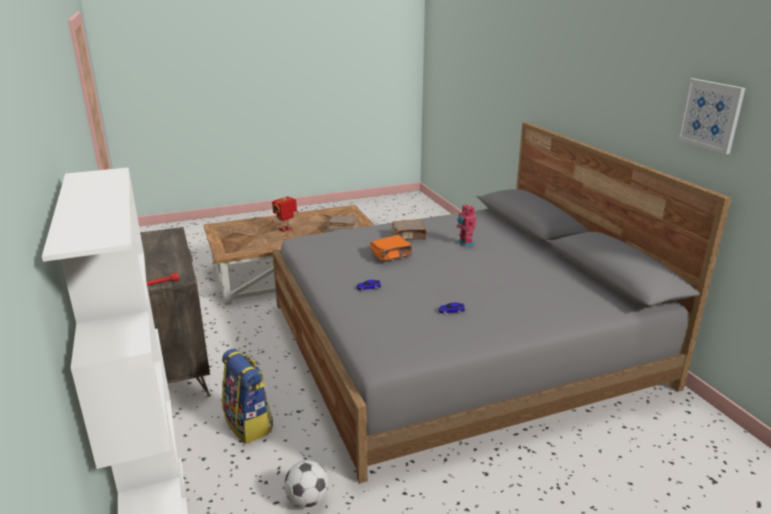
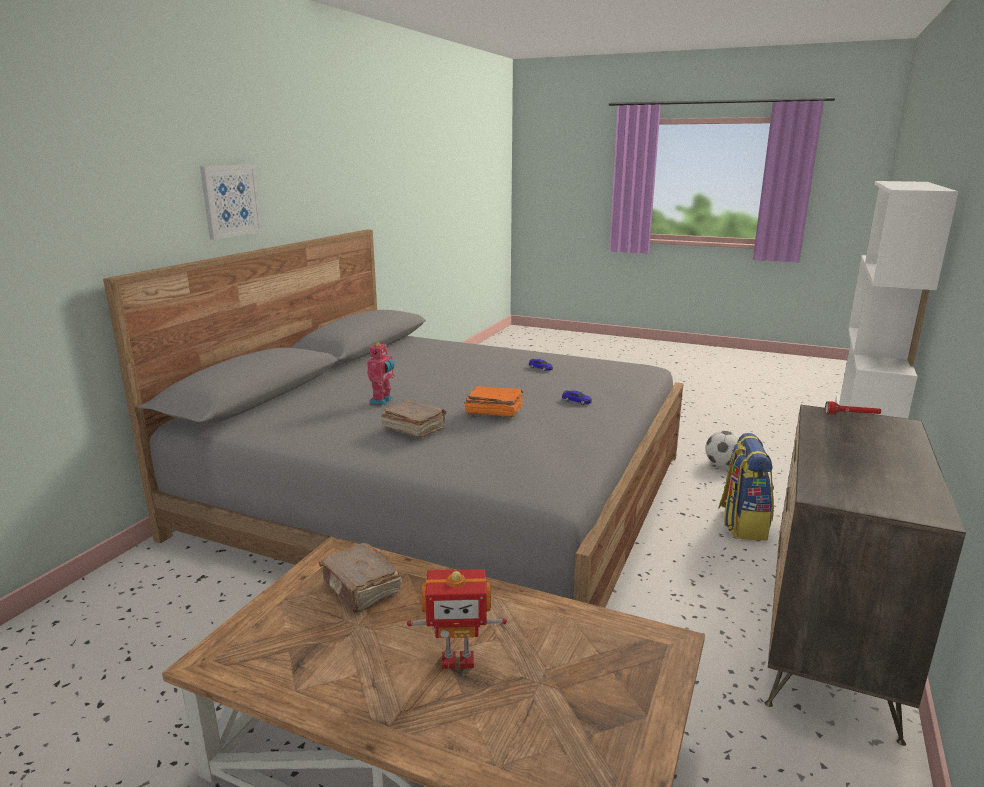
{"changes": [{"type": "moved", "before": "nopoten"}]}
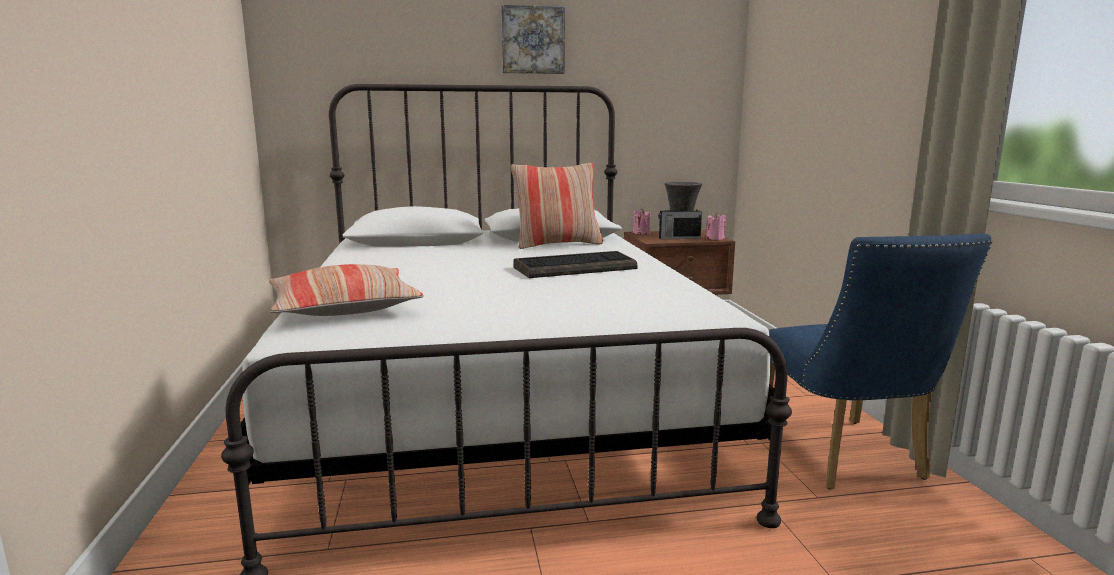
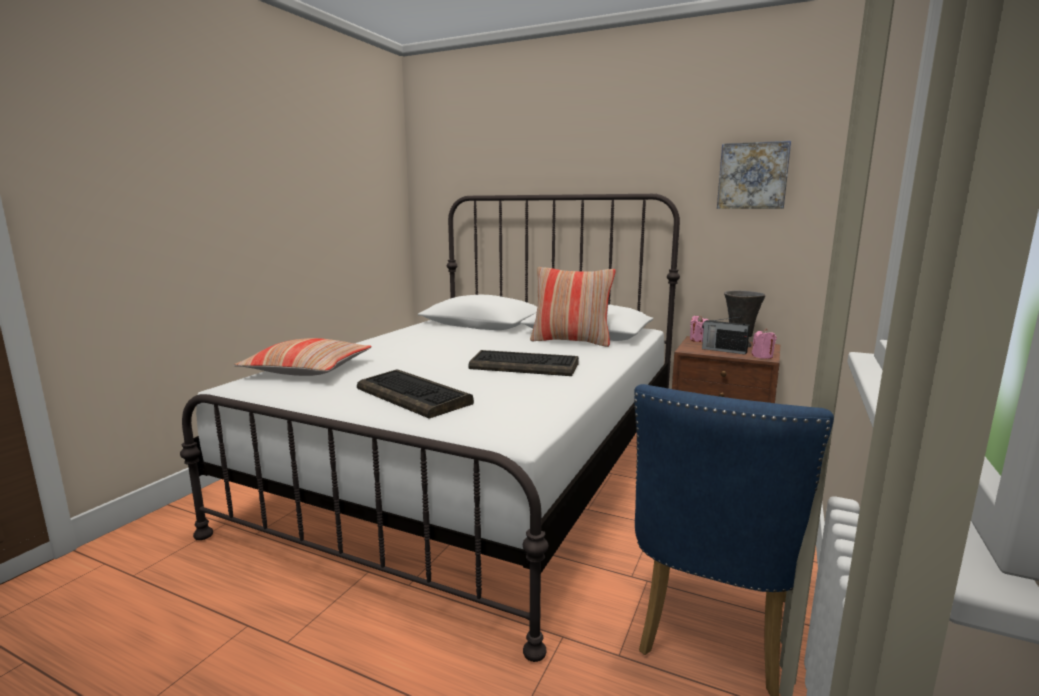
{"changes": [{"type": "added", "after": "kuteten (1st from left)"}, {"type": "moved", "before": "nopoten"}]}
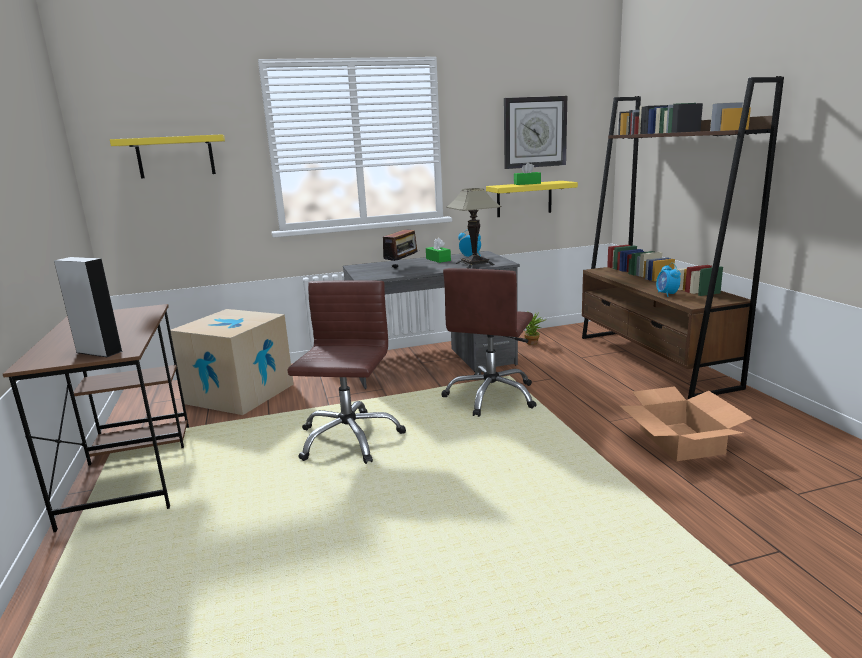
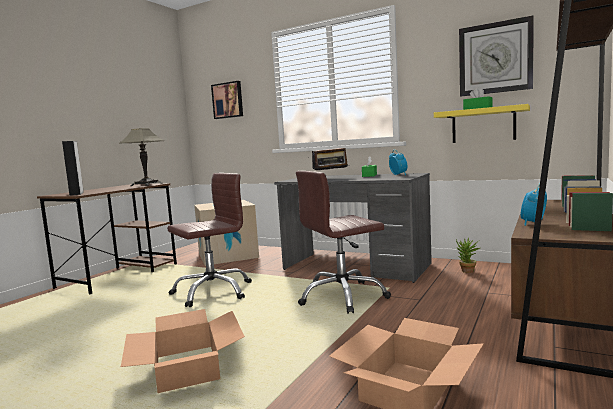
{"changes": [{"type": "moved", "before": "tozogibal"}, {"type": "added", "after": "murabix (1st from left)"}, {"type": "replaced", "before": "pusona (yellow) (1st from left)", "after": "nopoten"}]}
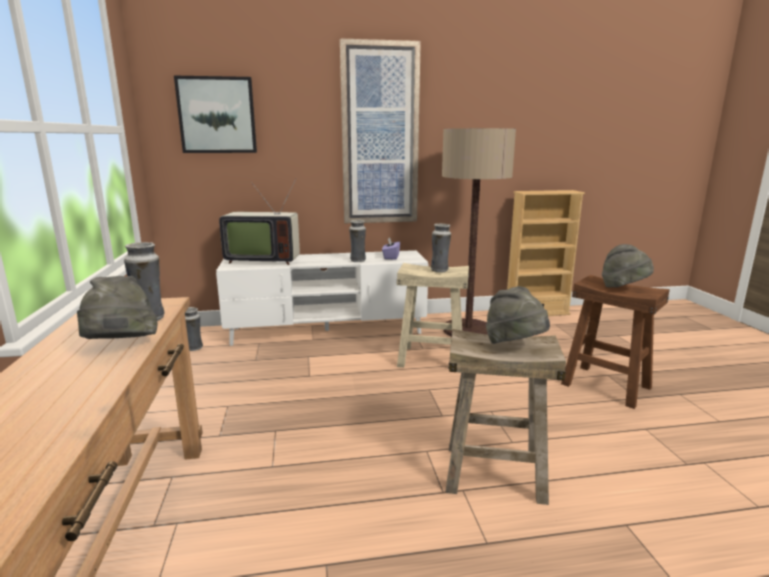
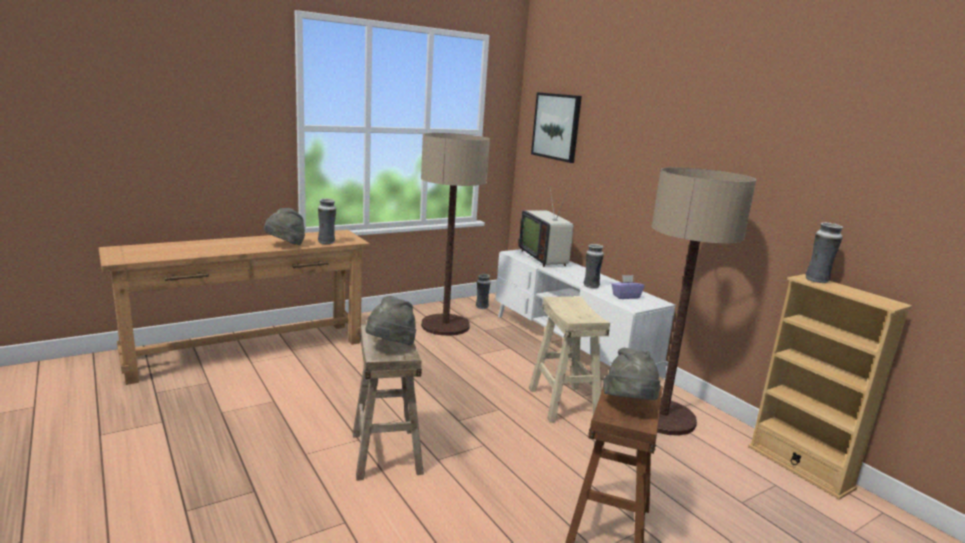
{"changes": [{"type": "added", "after": "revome (1st from left)"}, {"type": "moved", "before": "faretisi (4th from left)"}, {"type": "removed", "before": "nopoten (2nd from left)"}]}
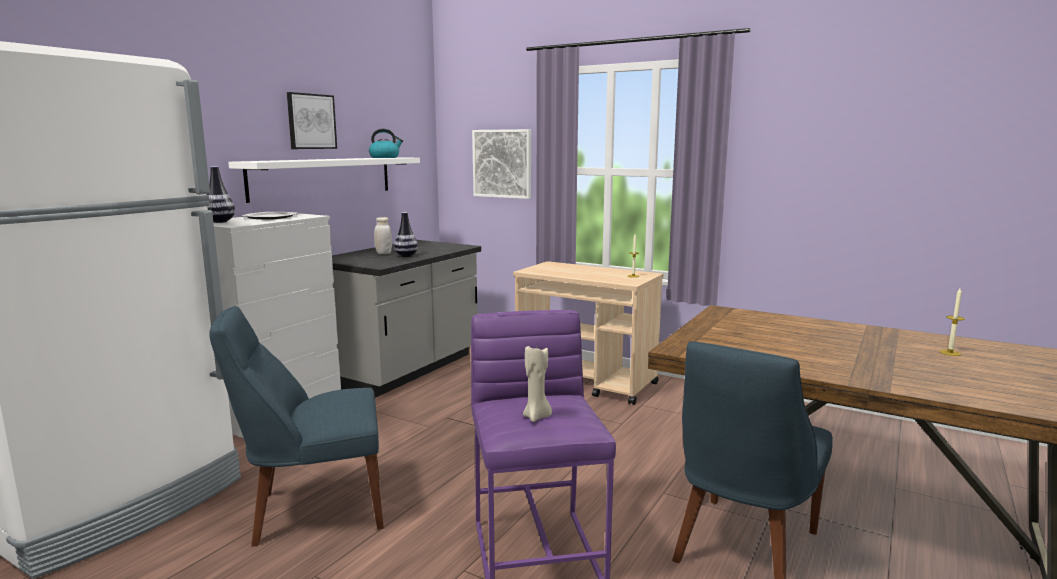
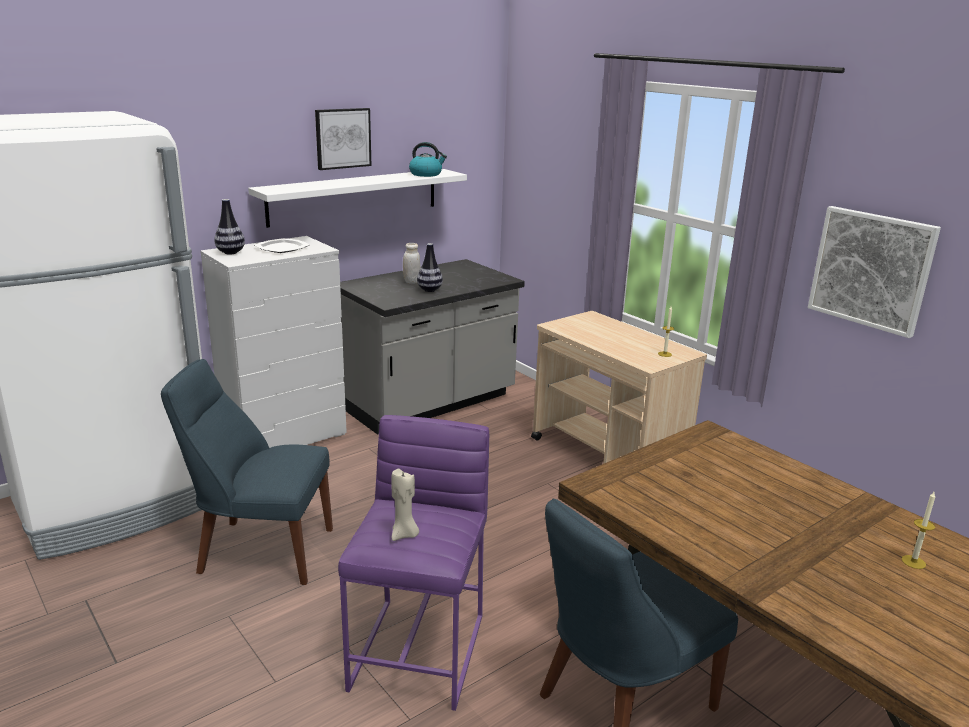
{"changes": [{"type": "moved", "before": "nopoten (2nd from left)"}]}
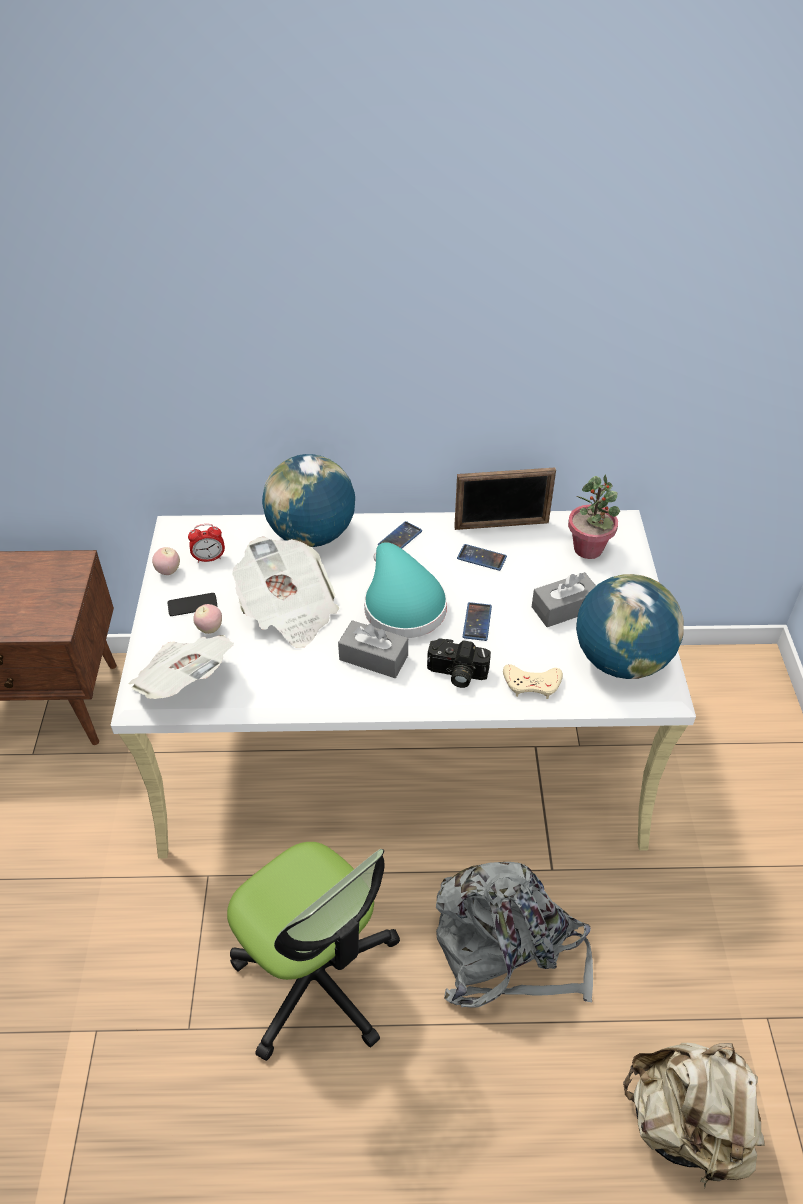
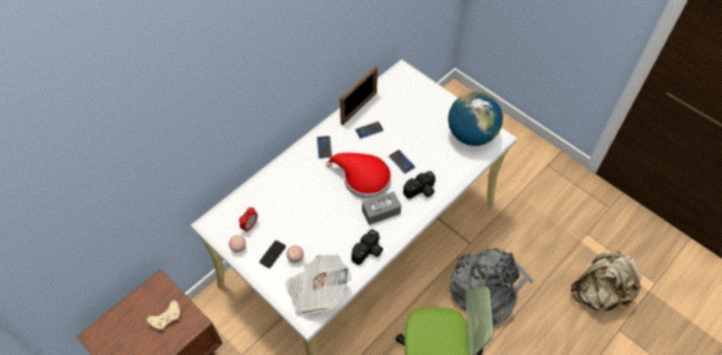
{"changes": [{"type": "moved", "before": "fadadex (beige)"}, {"type": "recoloured", "before": "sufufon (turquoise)", "after": "sufufon (red)"}, {"type": "added", "after": "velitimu (1st from left)"}, {"type": "removed", "before": "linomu (2nd from left)"}, {"type": "removed", "before": "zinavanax (1st from left)"}, {"type": "removed", "before": "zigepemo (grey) (2nd from left)"}, {"type": "removed", "before": "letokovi"}]}
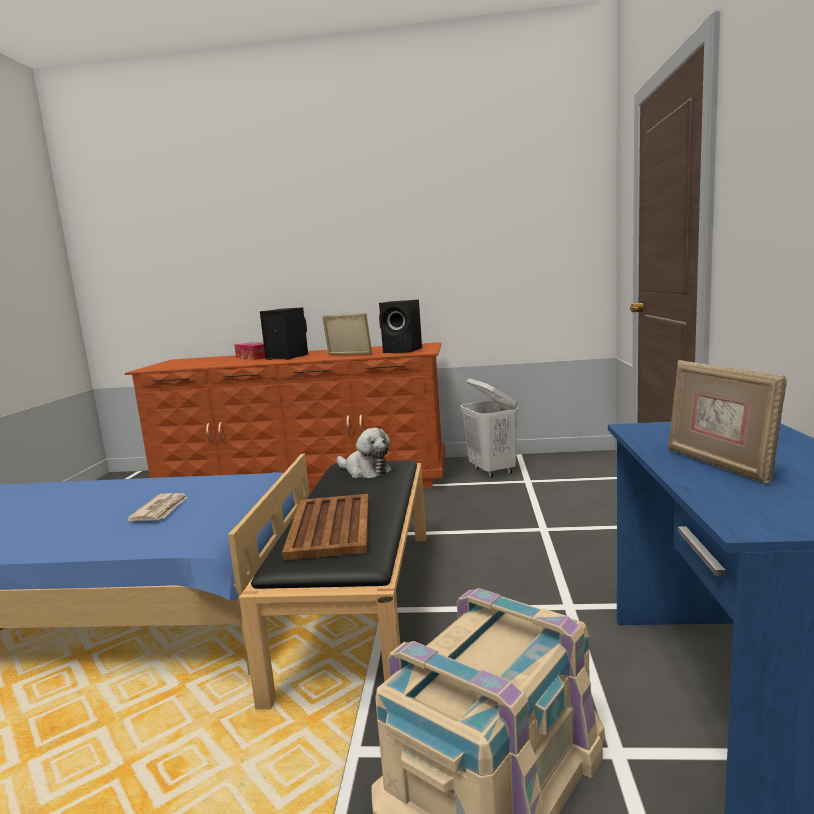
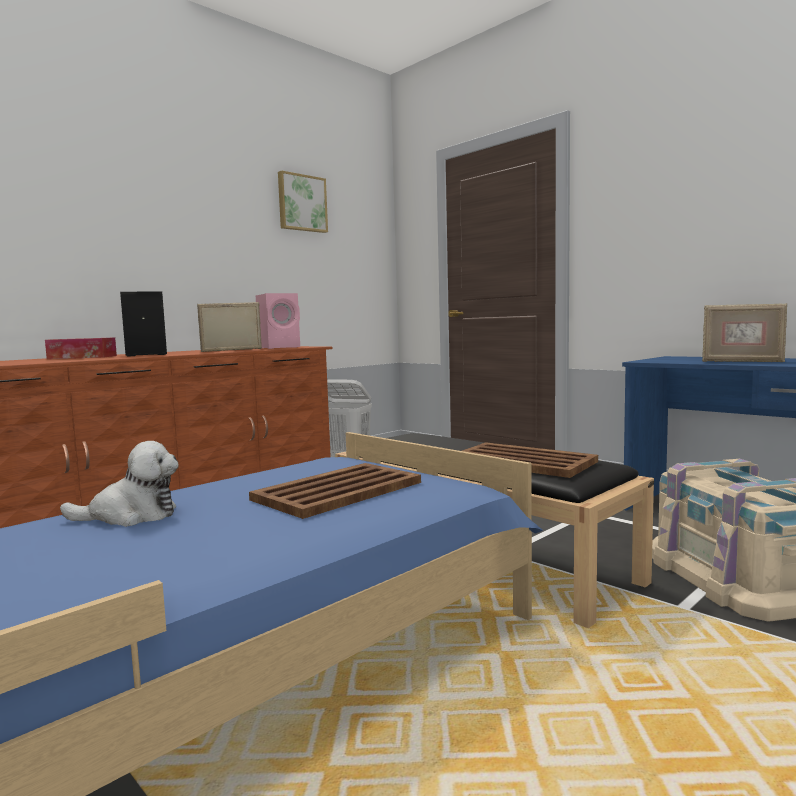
{"changes": [{"type": "moved", "before": "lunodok"}, {"type": "replaced", "before": "linomu", "after": "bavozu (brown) (1st from left)"}, {"type": "recoloured", "before": "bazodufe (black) (2nd from left)", "after": "bazodufe (pink)"}, {"type": "added", "after": "nopoten"}]}
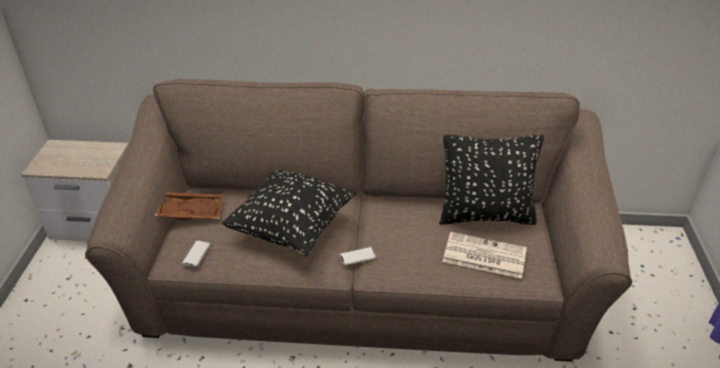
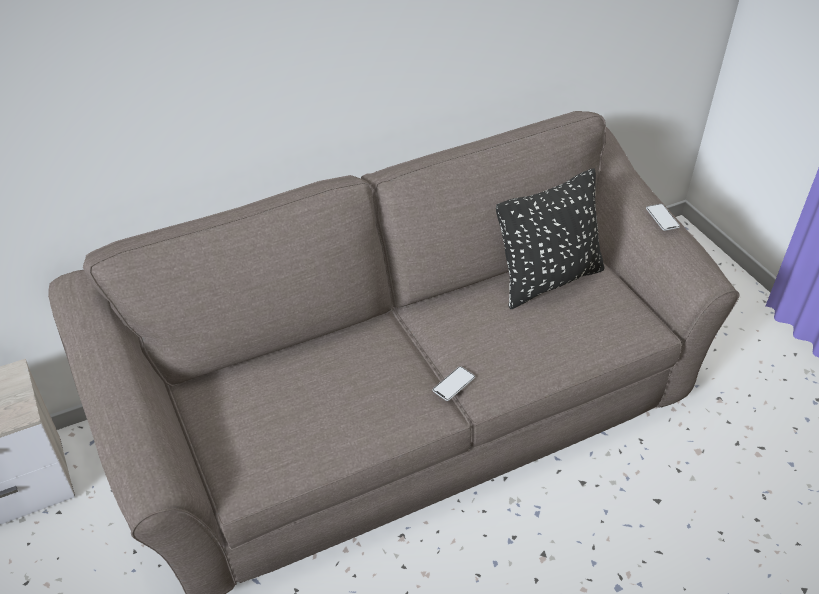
{"changes": [{"type": "moved", "before": "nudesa (1st from left in the first image)", "after": "nudesa (2nd from left)"}, {"type": "removed", "before": "bavozu (brown)"}, {"type": "removed", "before": "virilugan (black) (1st from left)"}, {"type": "removed", "before": "linomu"}]}
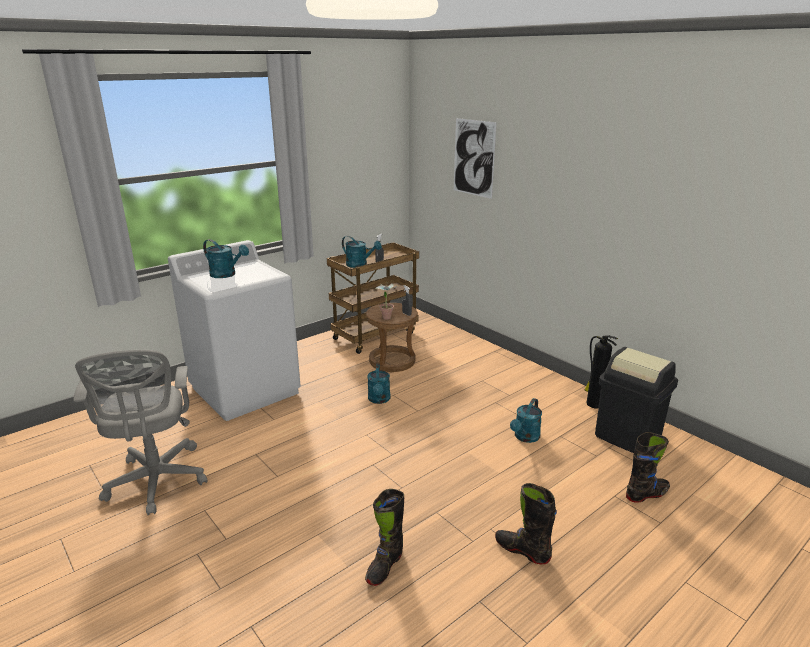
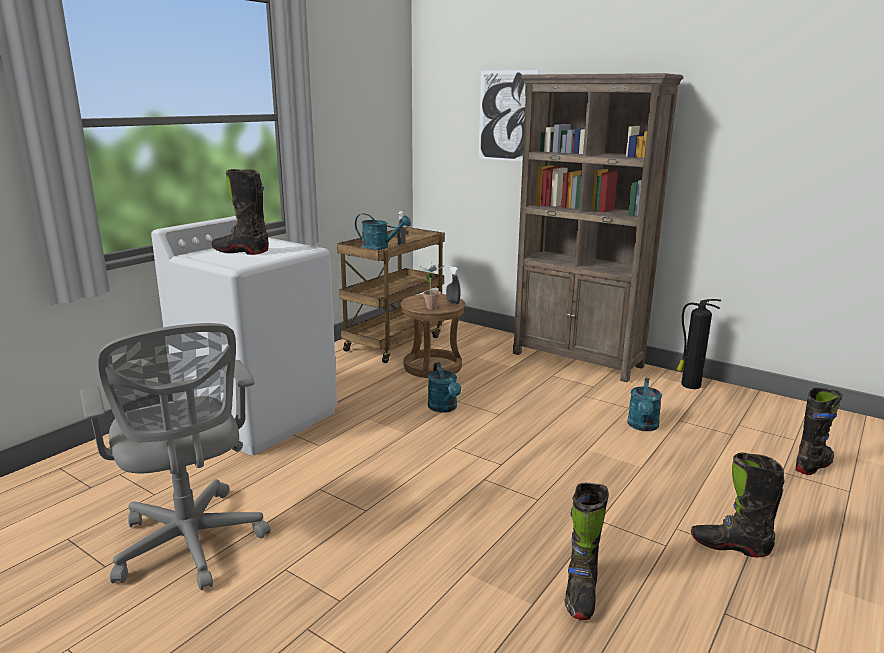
{"changes": [{"type": "replaced", "before": "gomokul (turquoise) (1st from left)", "after": "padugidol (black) (1st from left)"}, {"type": "added", "after": "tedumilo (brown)"}, {"type": "removed", "before": "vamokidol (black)"}]}
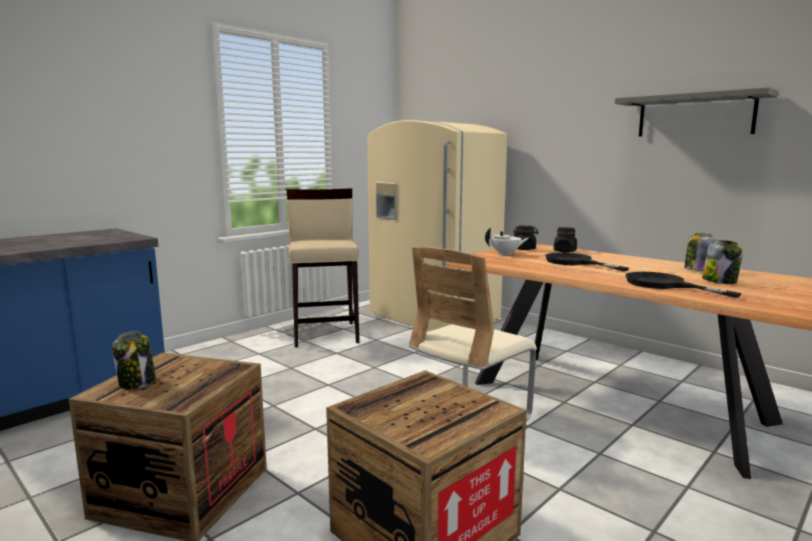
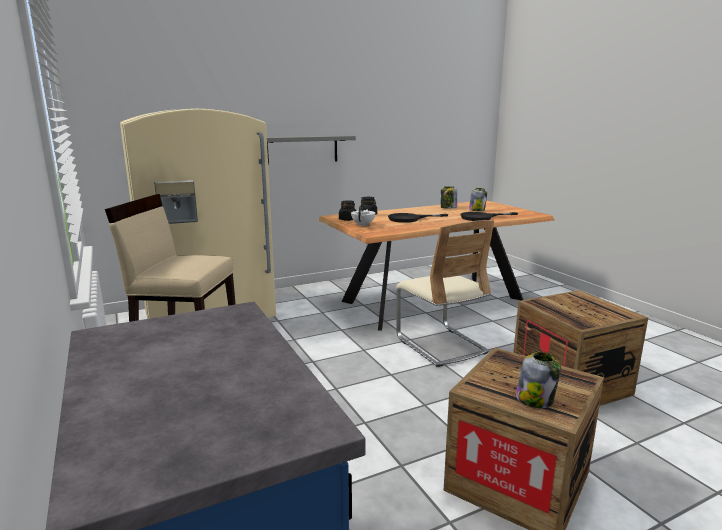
{"changes": [{"type": "moved", "before": "pusona (grey)"}]}
